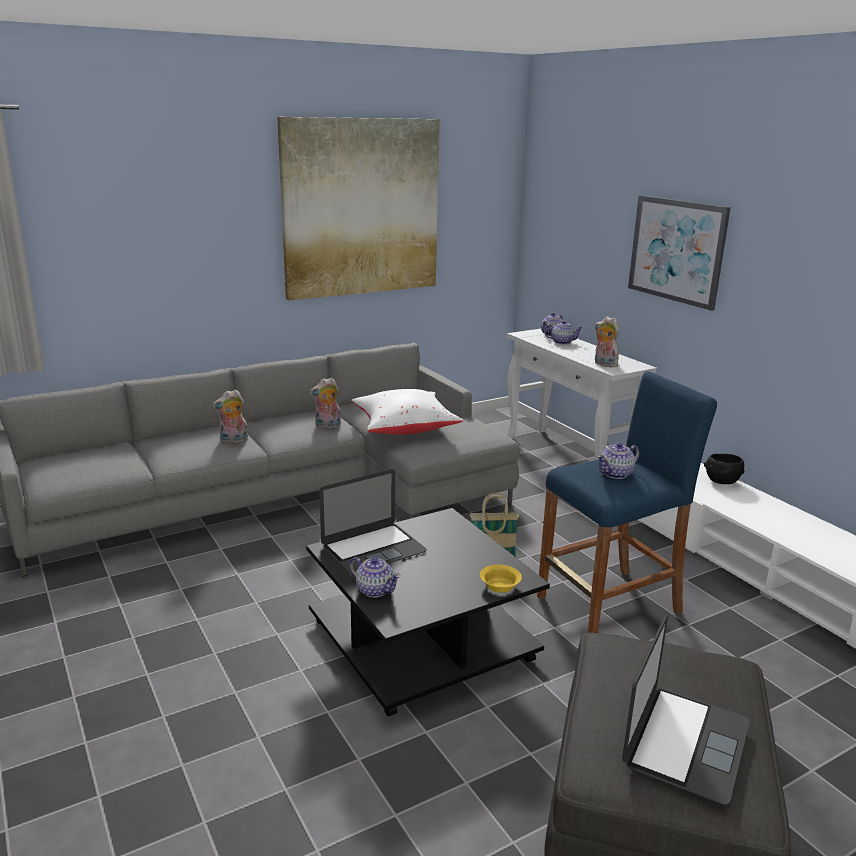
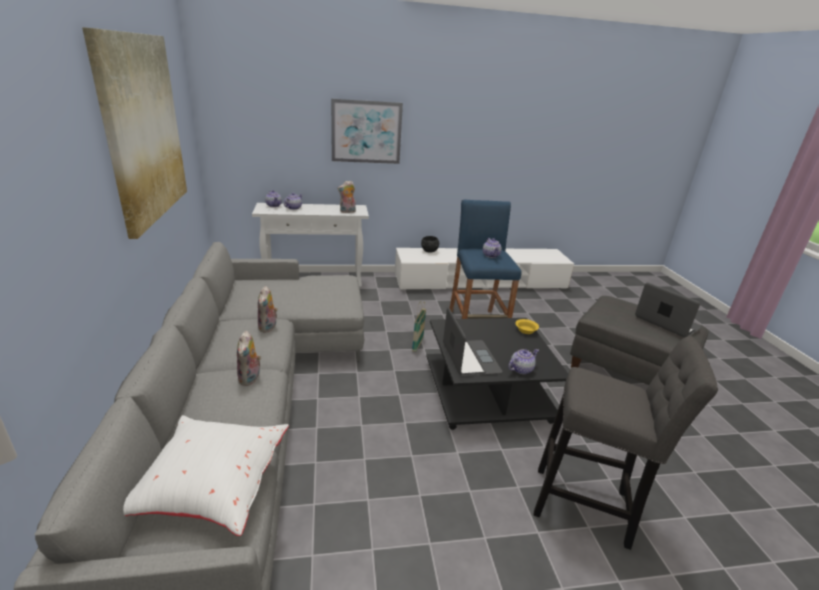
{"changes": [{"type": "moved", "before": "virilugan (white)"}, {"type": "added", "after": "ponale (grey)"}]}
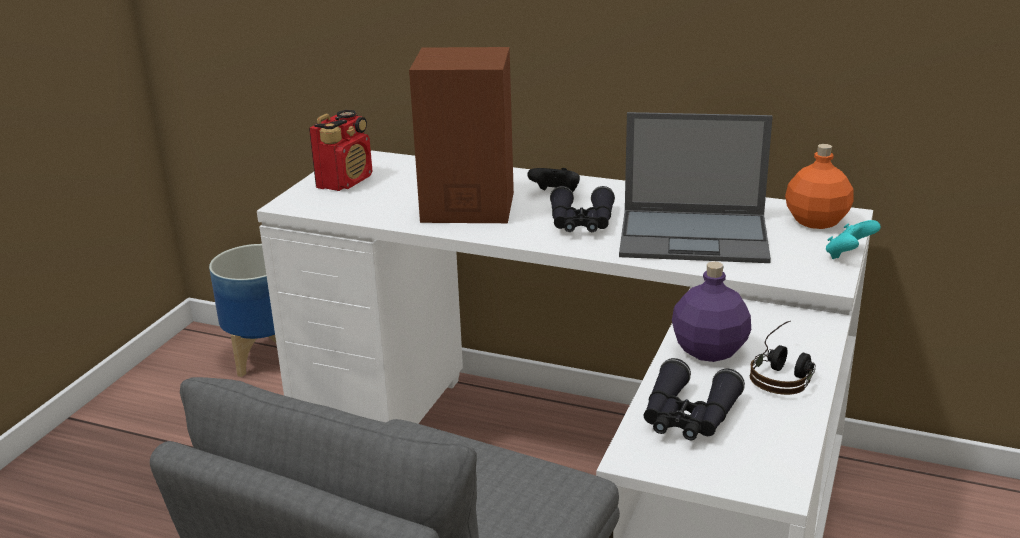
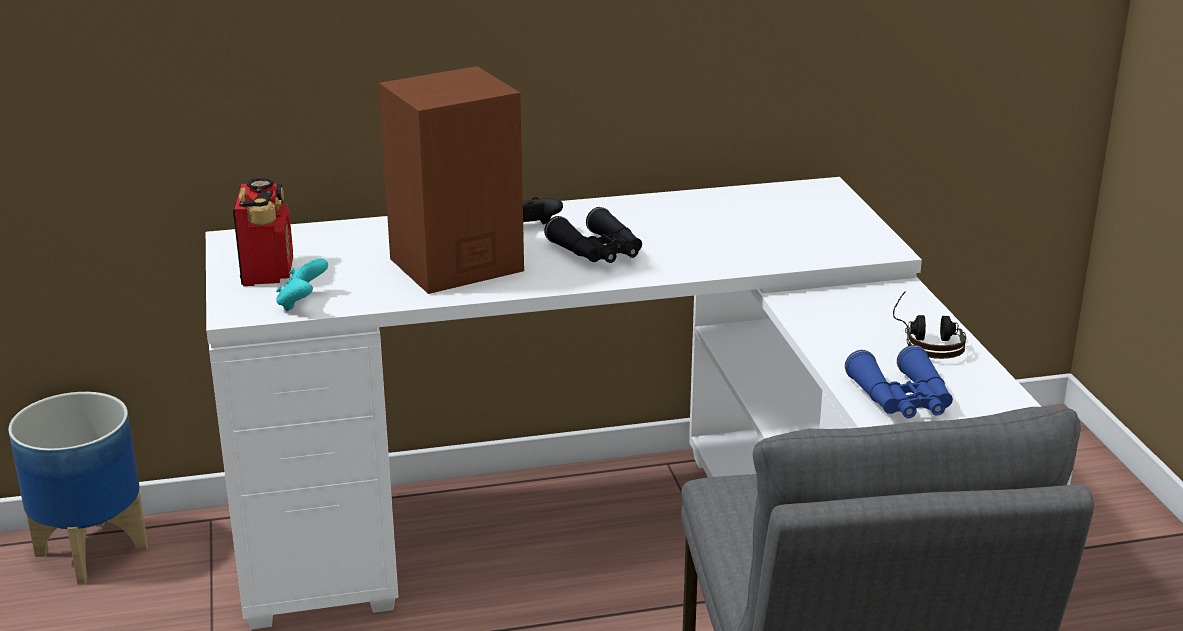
{"changes": [{"type": "moved", "before": "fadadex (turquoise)"}, {"type": "recoloured", "before": "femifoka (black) (2nd from left)", "after": "femifoka (blue)"}, {"type": "removed", "before": "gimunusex"}, {"type": "removed", "before": "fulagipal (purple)"}, {"type": "removed", "before": "fulagipal (orange)"}]}
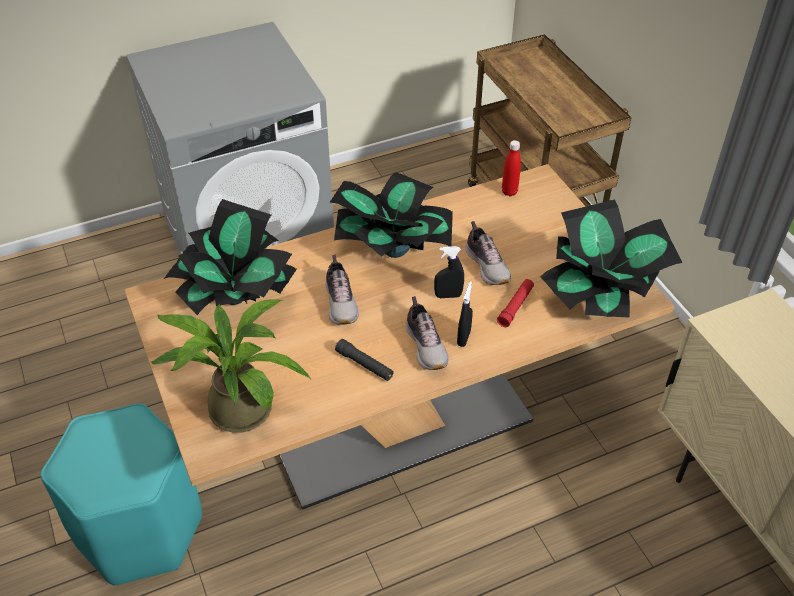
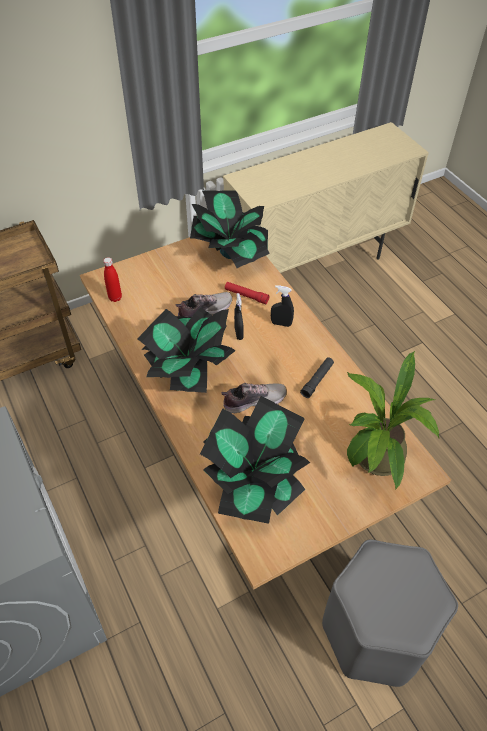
{"changes": [{"type": "recoloured", "before": "ponale (turquoise)", "after": "ponale (grey)"}, {"type": "removed", "before": "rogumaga (2nd from left)"}]}
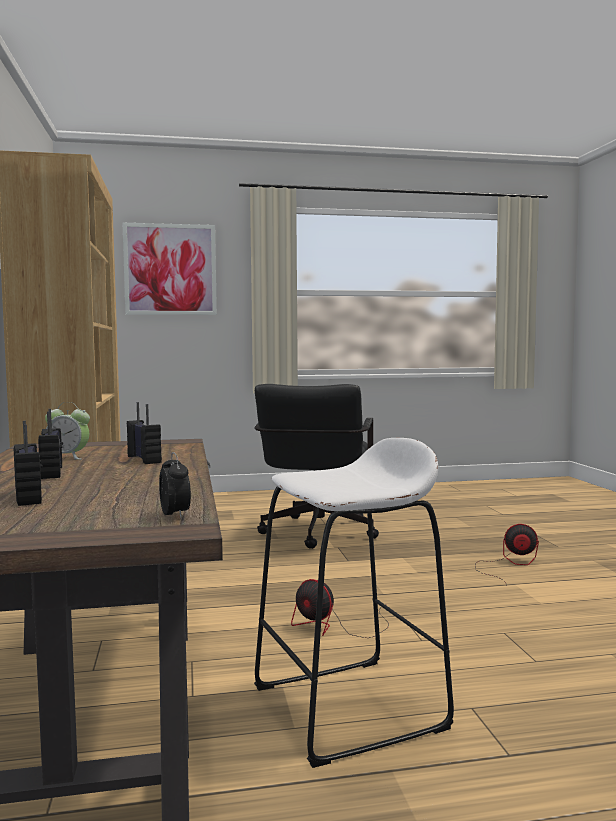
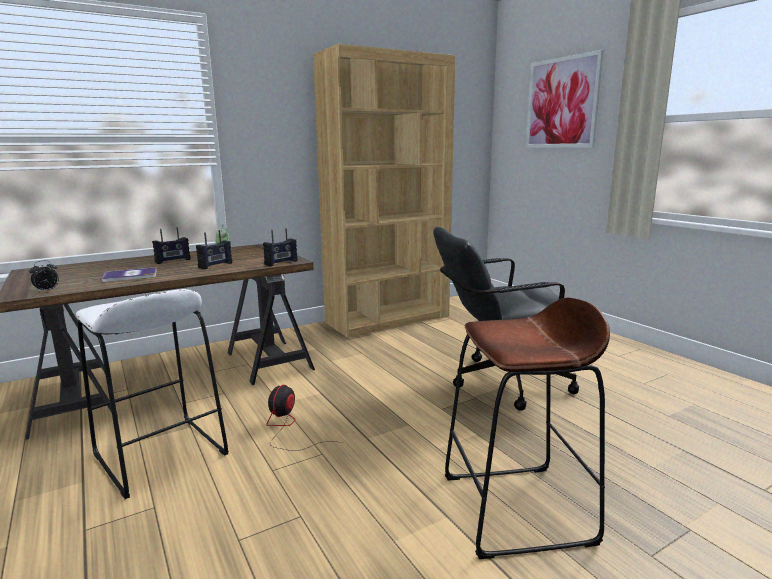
{"changes": [{"type": "added", "after": "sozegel"}, {"type": "moved", "before": "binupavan (1st from left in the first image)", "after": "binupavan (3rd from left)"}, {"type": "replaced", "before": "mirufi (2nd from left)", "after": "ponale (brown)"}]}
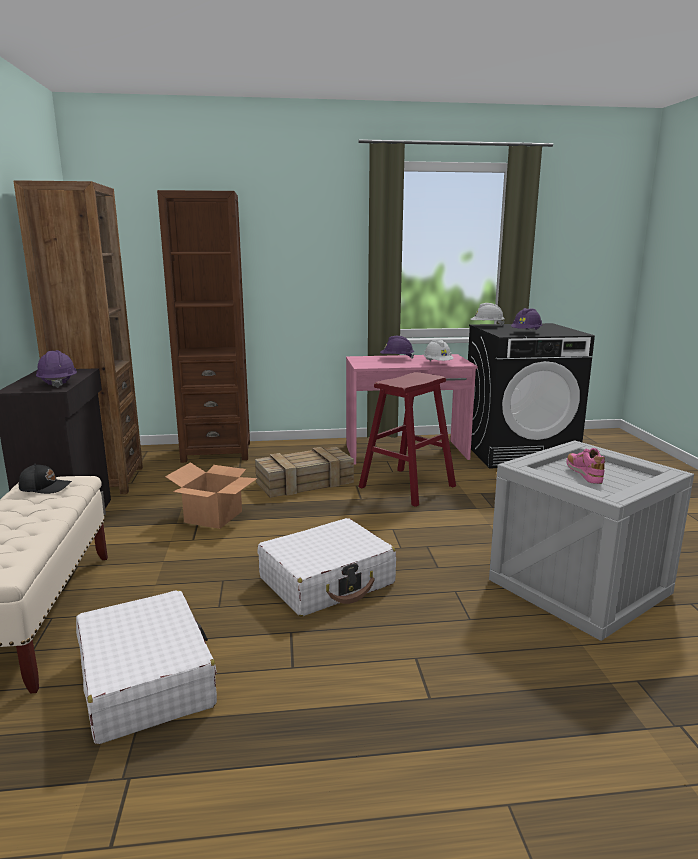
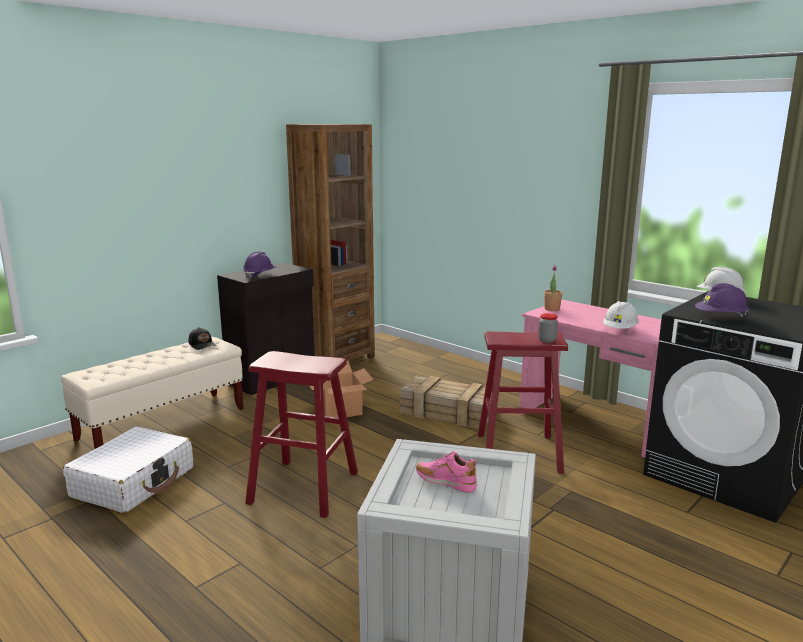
{"changes": [{"type": "replaced", "before": "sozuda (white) (2nd from left)", "after": "ponale (red) (1st from left)"}, {"type": "turned", "before": "rogumaga (pink)", "turn": -105}, {"type": "added", "after": "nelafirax"}, {"type": "added", "after": "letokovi"}, {"type": "removed", "before": "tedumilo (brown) (2nd from left)"}, {"type": "removed", "before": "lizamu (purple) (2nd from left)"}]}
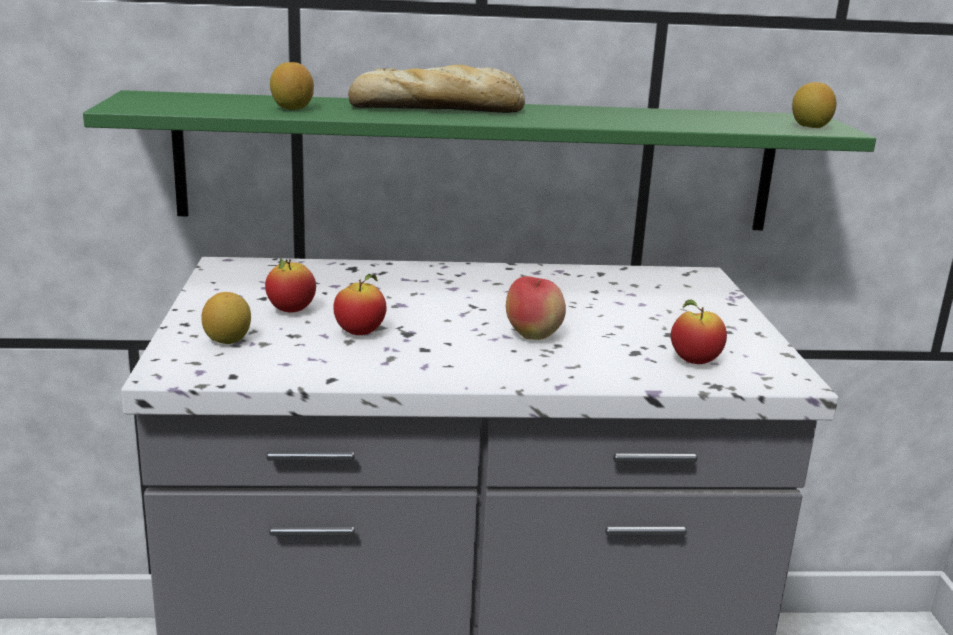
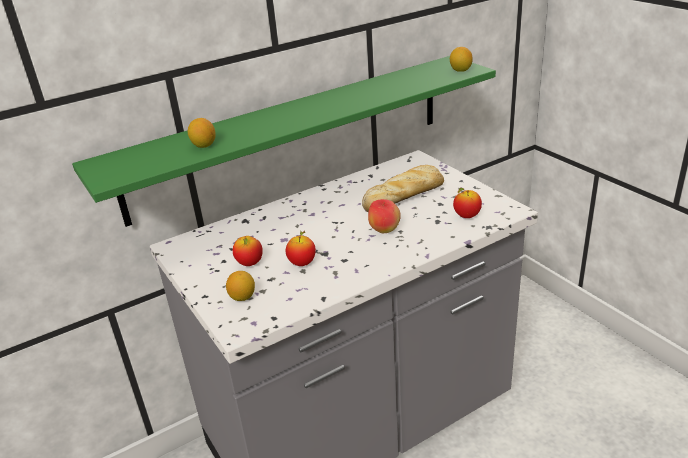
{"changes": [{"type": "moved", "before": "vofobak"}]}
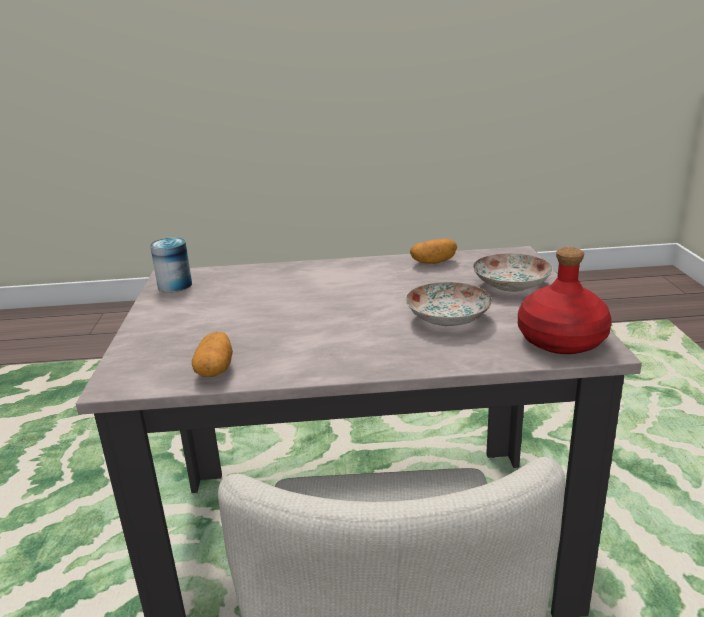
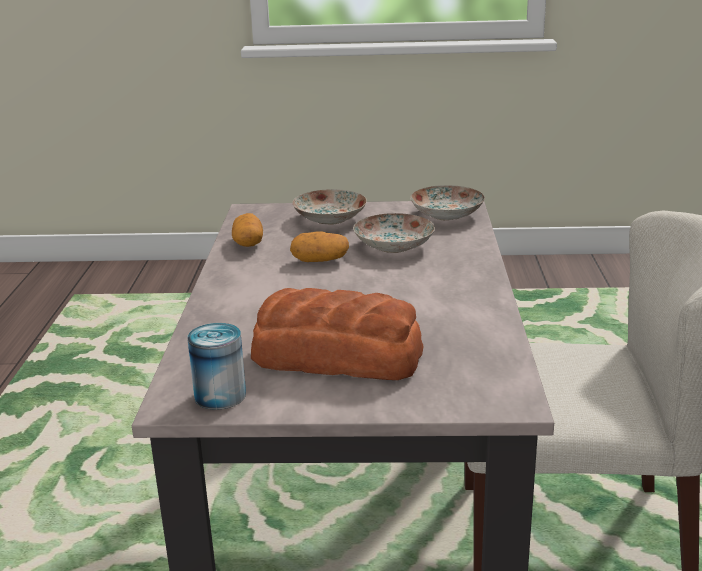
{"changes": [{"type": "added", "after": "vofobak"}, {"type": "moved", "before": "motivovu (1st from left in the first image)", "after": "motivovu (2nd from left)"}, {"type": "replaced", "before": "fulagipal (red)", "after": "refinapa (3rd from left)"}]}
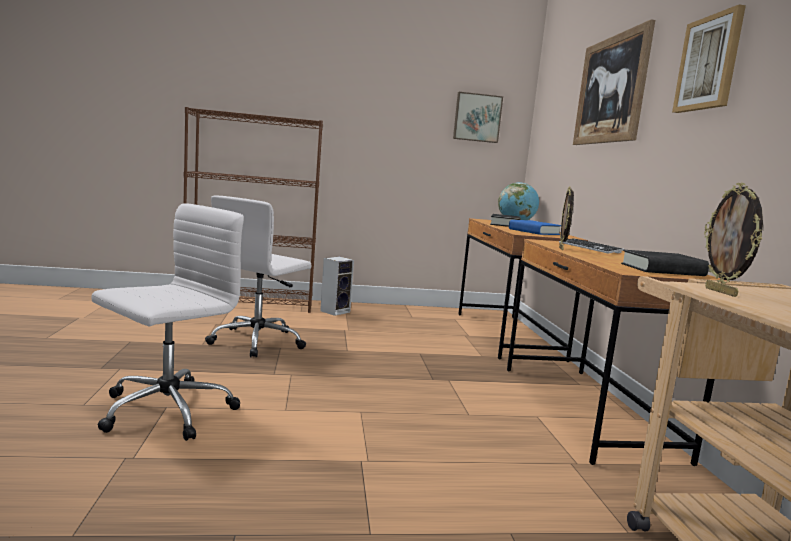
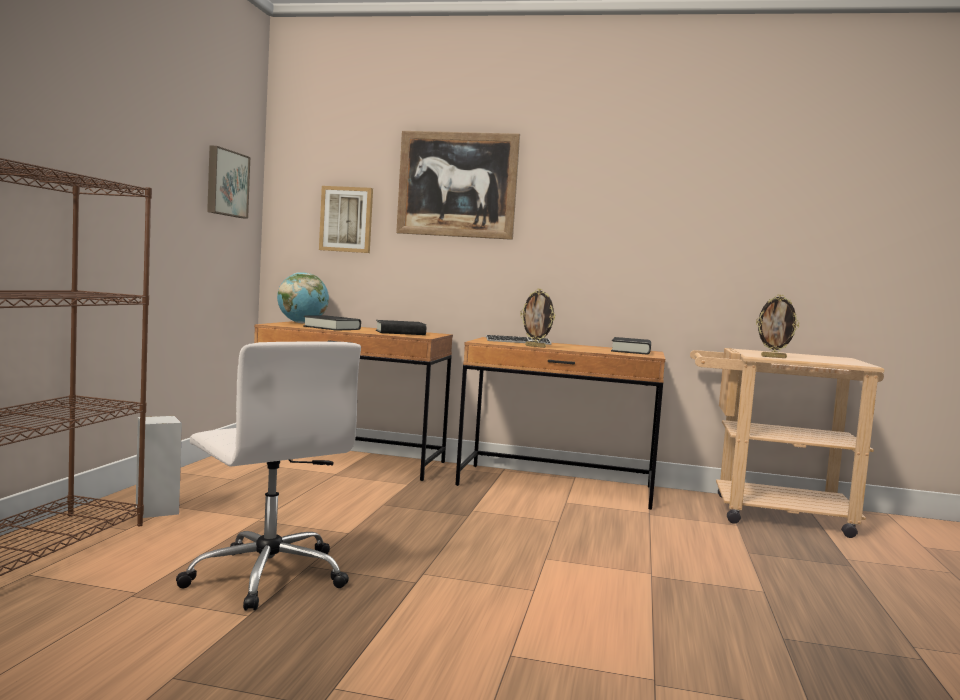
{"changes": [{"type": "moved", "before": "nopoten (3rd from left in the first image)", "after": "nopoten (2nd from left)"}, {"type": "recoloured", "before": "sozegel (blue)", "after": "sozegel (black) (2nd from left)"}, {"type": "removed", "before": "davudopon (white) (1st from left)"}]}
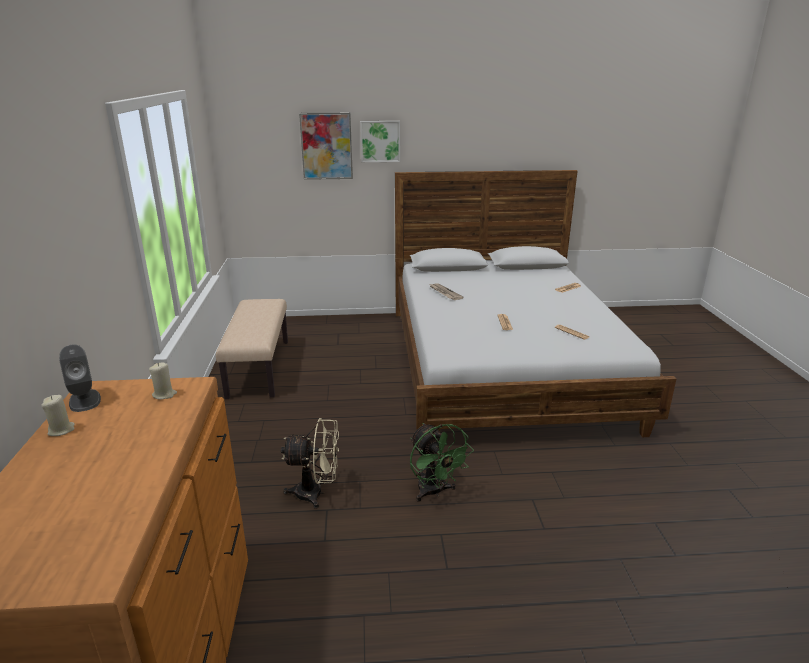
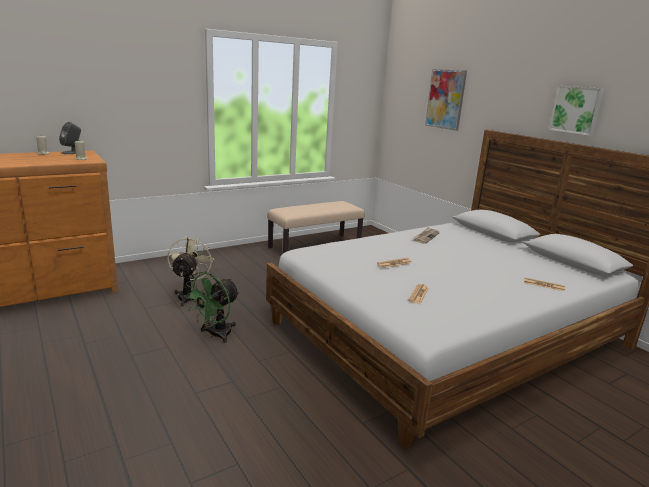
{"changes": [{"type": "turned", "before": "mirufi (beige)", "turn": -150}, {"type": "moved", "before": "nopoten (2nd from left)"}]}
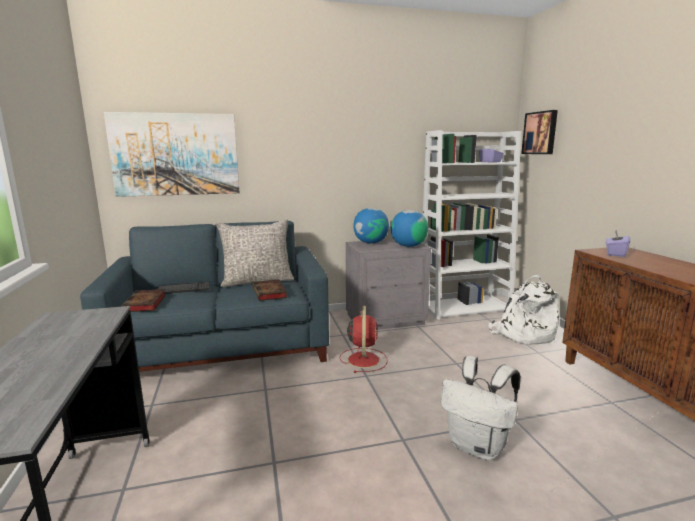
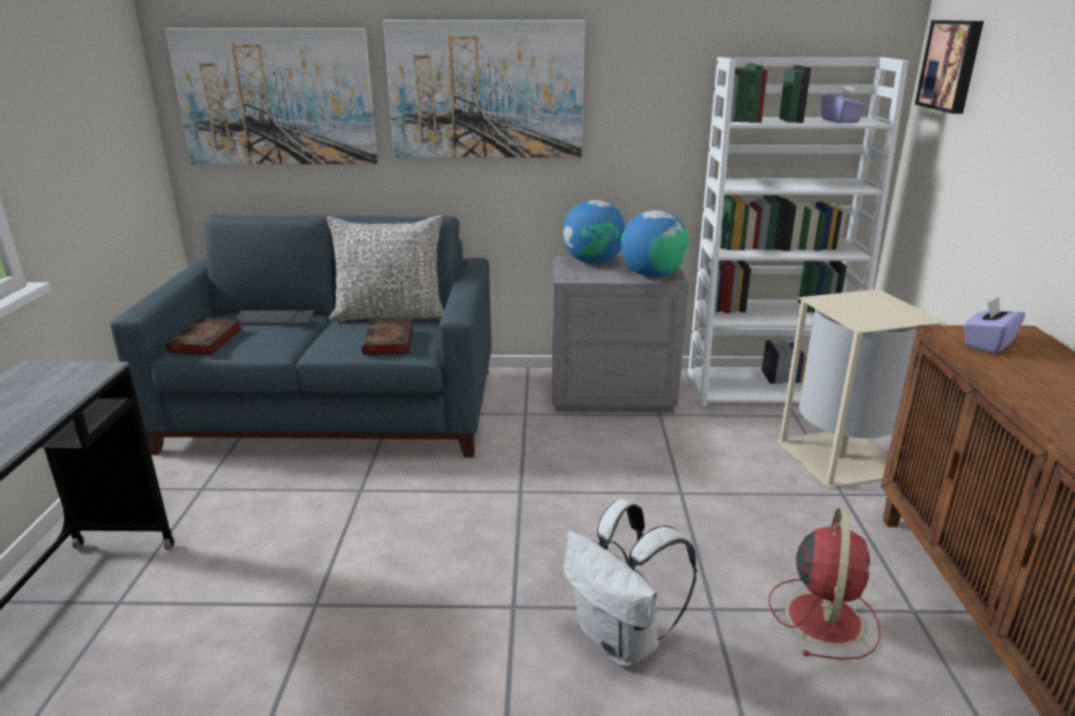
{"changes": [{"type": "added", "after": "nopoten (2nd from left)"}, {"type": "moved", "before": "mirufi (red)"}, {"type": "replaced", "before": "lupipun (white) (2nd from left)", "after": "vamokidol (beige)"}]}
